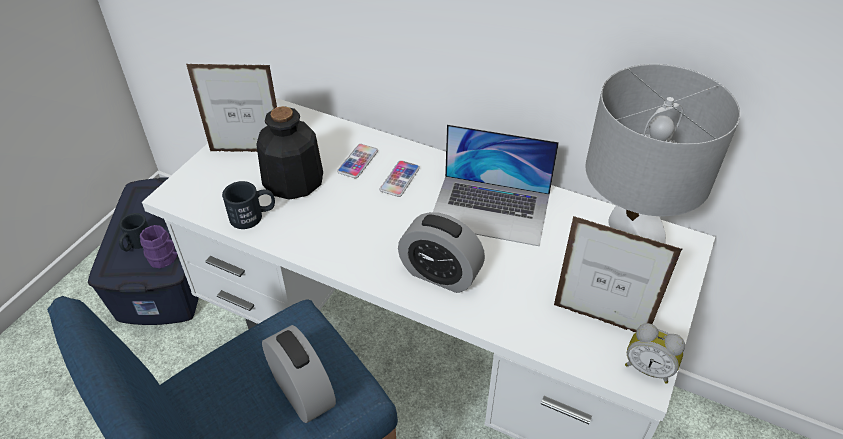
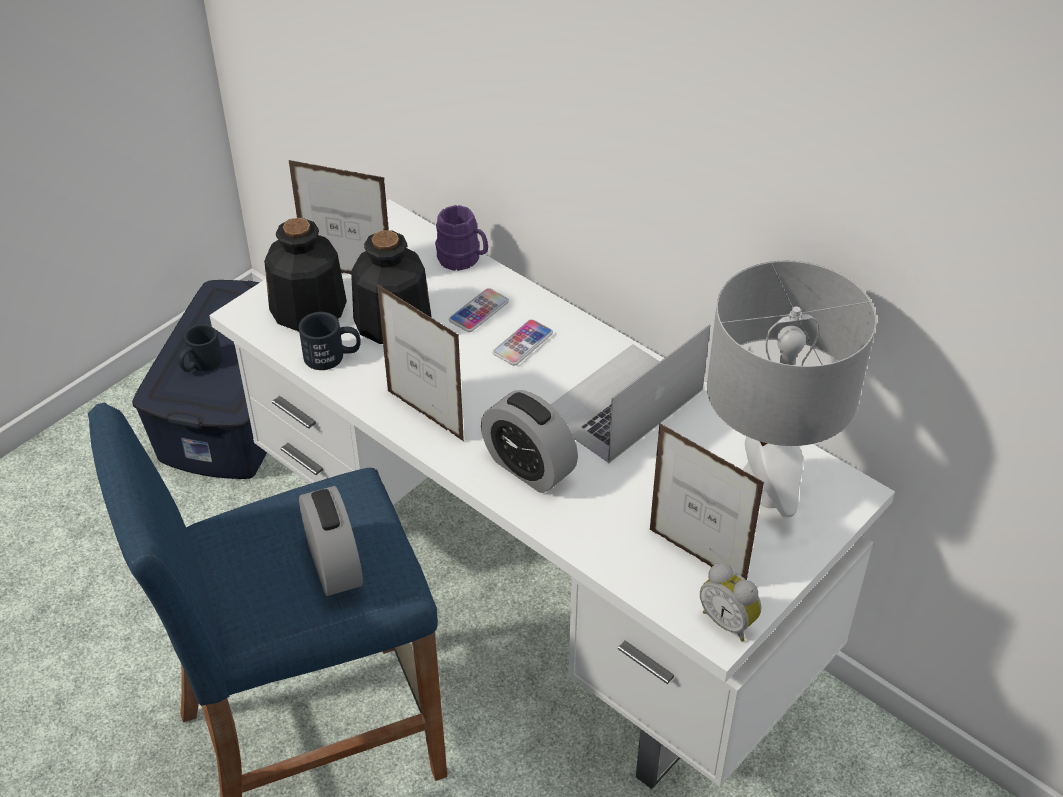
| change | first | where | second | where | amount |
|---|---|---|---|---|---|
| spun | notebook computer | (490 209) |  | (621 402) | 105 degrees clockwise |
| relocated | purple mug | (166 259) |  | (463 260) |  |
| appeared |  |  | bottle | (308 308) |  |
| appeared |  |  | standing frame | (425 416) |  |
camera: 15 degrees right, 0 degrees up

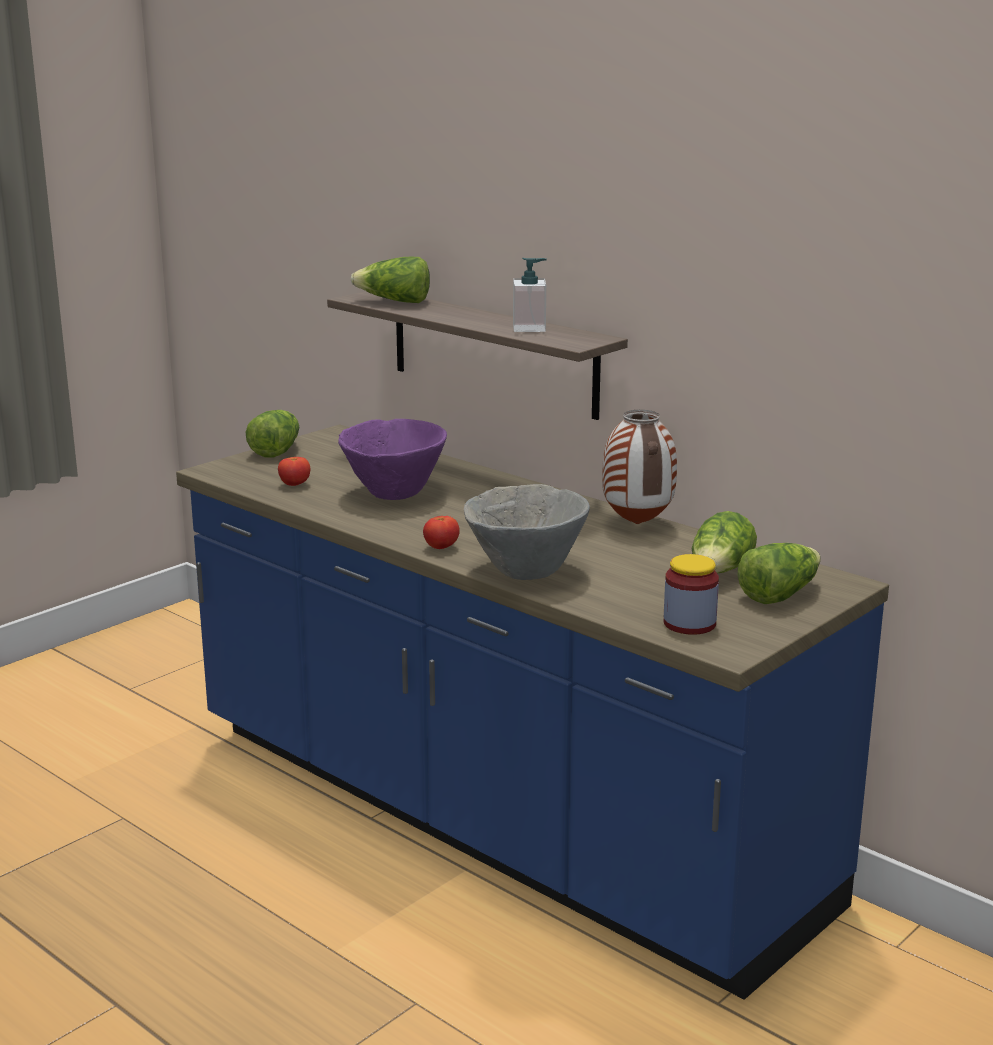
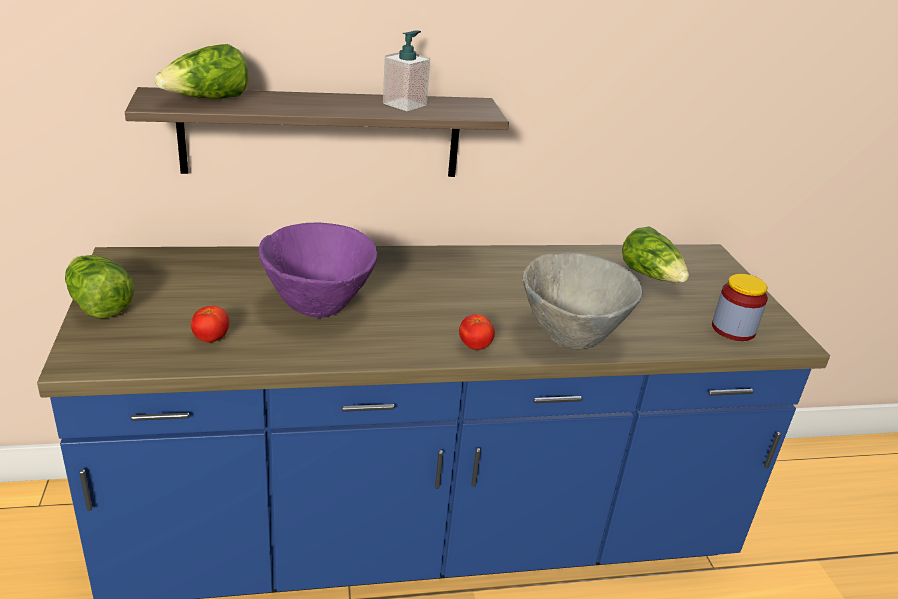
| change | first | where | second | where | amount |
|---|---|---|---|---|---|
| missing | flower vase | (636 524) |  |  |  |
| missing | lettuce head | (778 594) |  |  |  |
camera: 55 degrees left, 10 degrees up

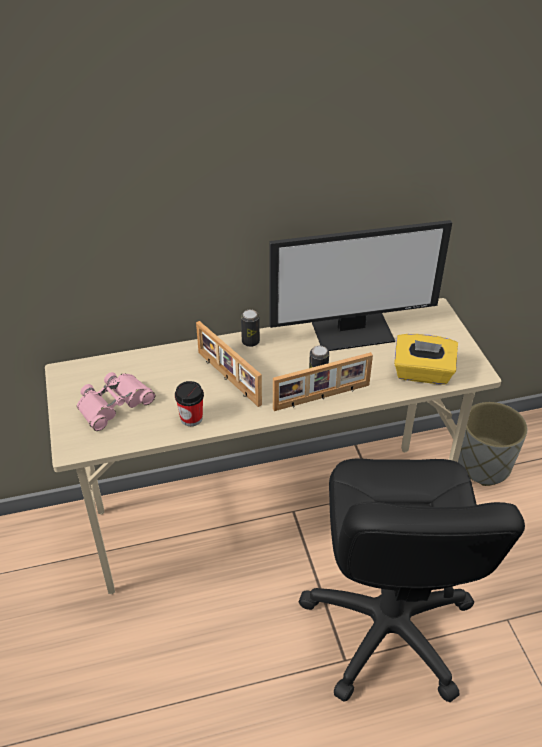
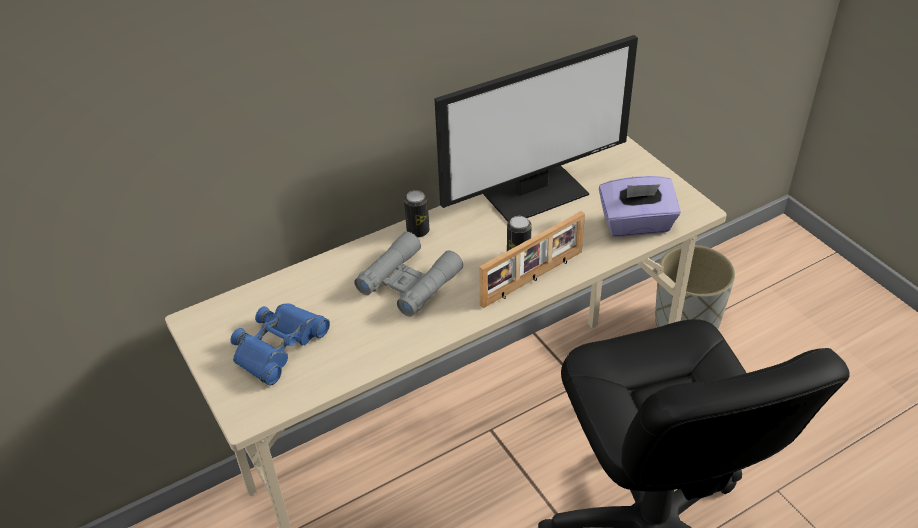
| change | first | where | second | where | amount |
|---|---|---|---|---|---|
| exchanged | standing frame | (227 378) | gray field glasses | (409 282) |  |
| colour | yellowish tissue box | (422 373) | purple tissue box | (636 224) |  |
| colour | pink-coloured field glasses | (114 404) | bluish field glasses | (278 347) |  |
| missing | small cup | (191 418) |  |  |  |
camera: 15 degrees left, 0 degrees up

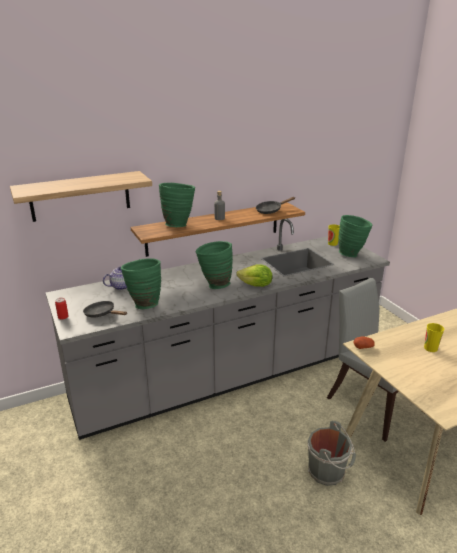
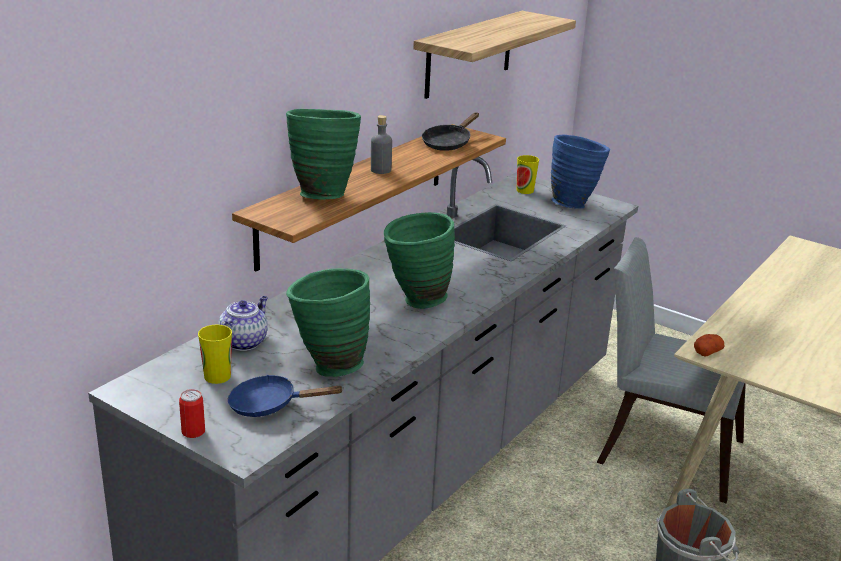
| change | first | where | second | where | amount |
|---|---|---|---|---|---|
| relocated | shelf | (80 196) |  | (469 53) |  |
| colour | green flower vase | (352 254) | bluish flower vase | (574 204) |  |
| missing | lettuce head | (256 285) |  |  |  |
| colour | blackish skillet | (102 314) | bluish skillet | (270 405) |  |
| relocated | small cup | (430 348) |  | (217 376) |  |
camera: 30 degrees left, 0 degrees up

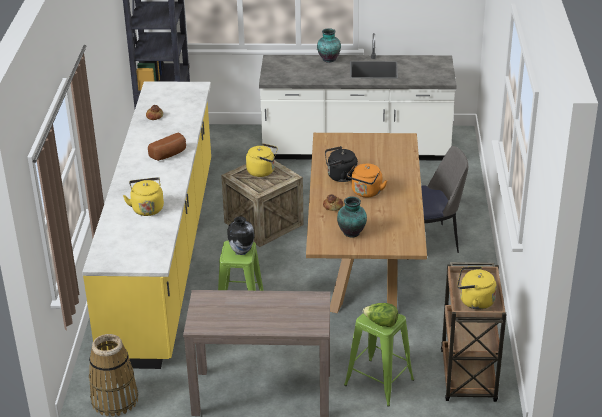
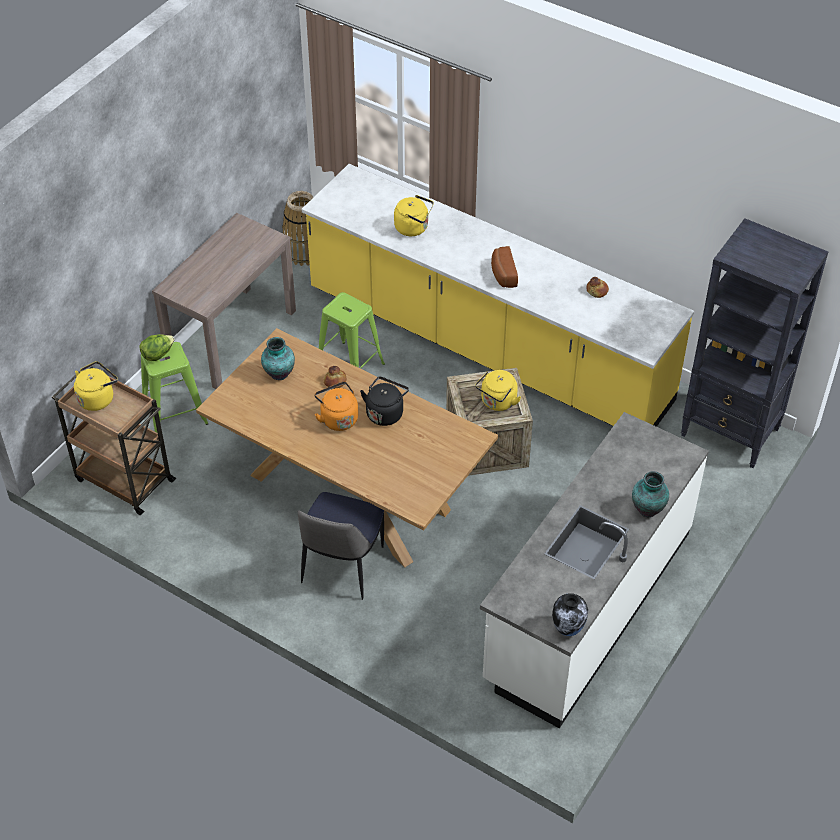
| change | first | where | second | where | amount |
|---|---|---|---|---|---|
| relocated | flower vase | (241 251) |  | (568 629) |  |
camera: 120 degrees right, 15 degrees up

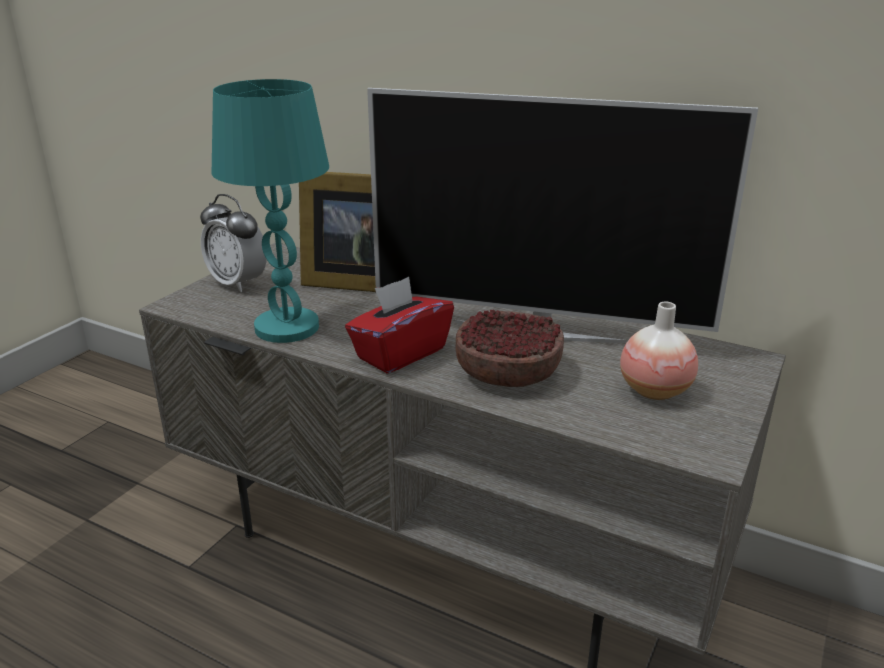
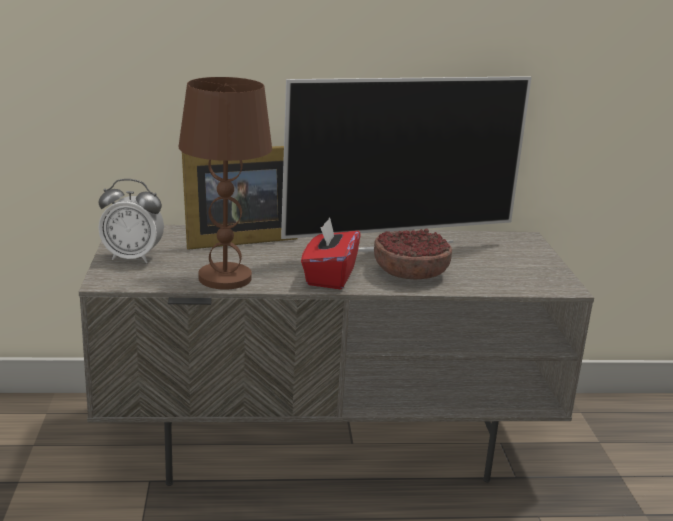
| change | first | where | second | where | amount |
|---|---|---|---|---|---|
| colour | turquoise-coloured tabletop lamp | (286 327) | brownish tabletop lamp | (224 278) |  |
| missing | flower vase | (654 390) |  |  |  |
camera: 35 degrees left, 5 degrees down

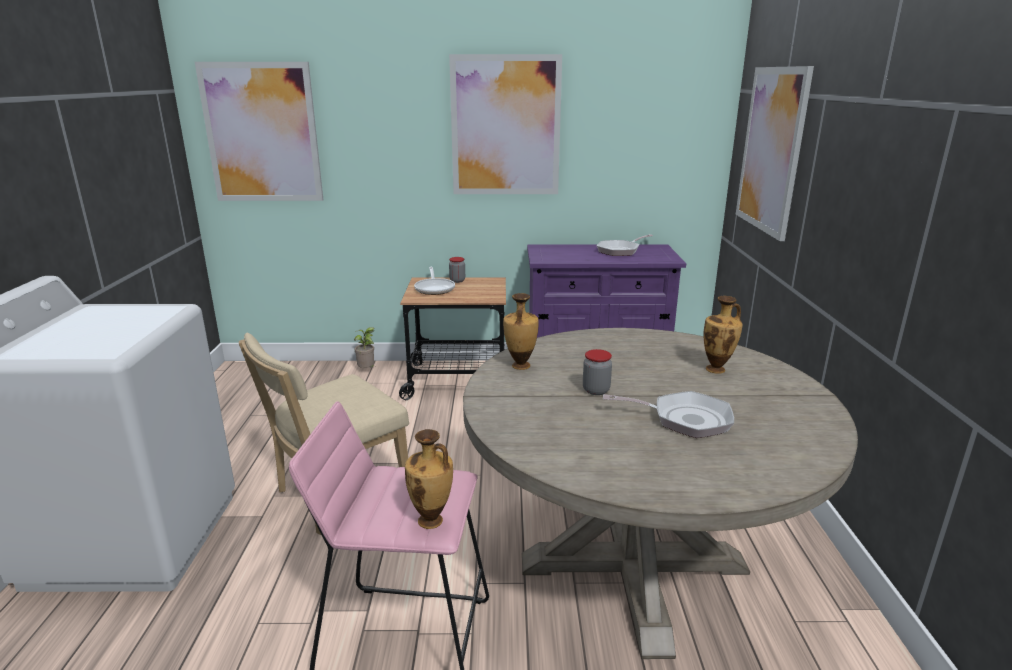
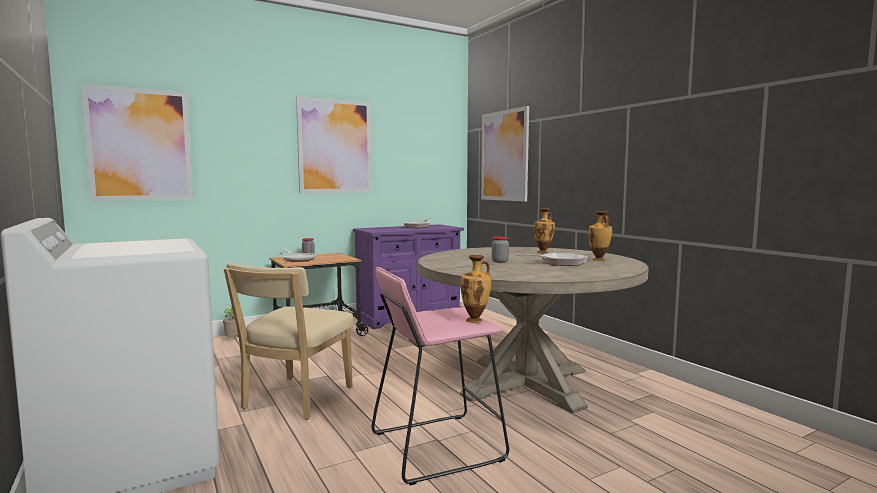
| change | first | where | second | where | amount |
|---|---|---|---|---|---|
| relocated | flower vase | (520 366) |  | (599 260) |  |
camera: 30 degrees left, 15 degrees down

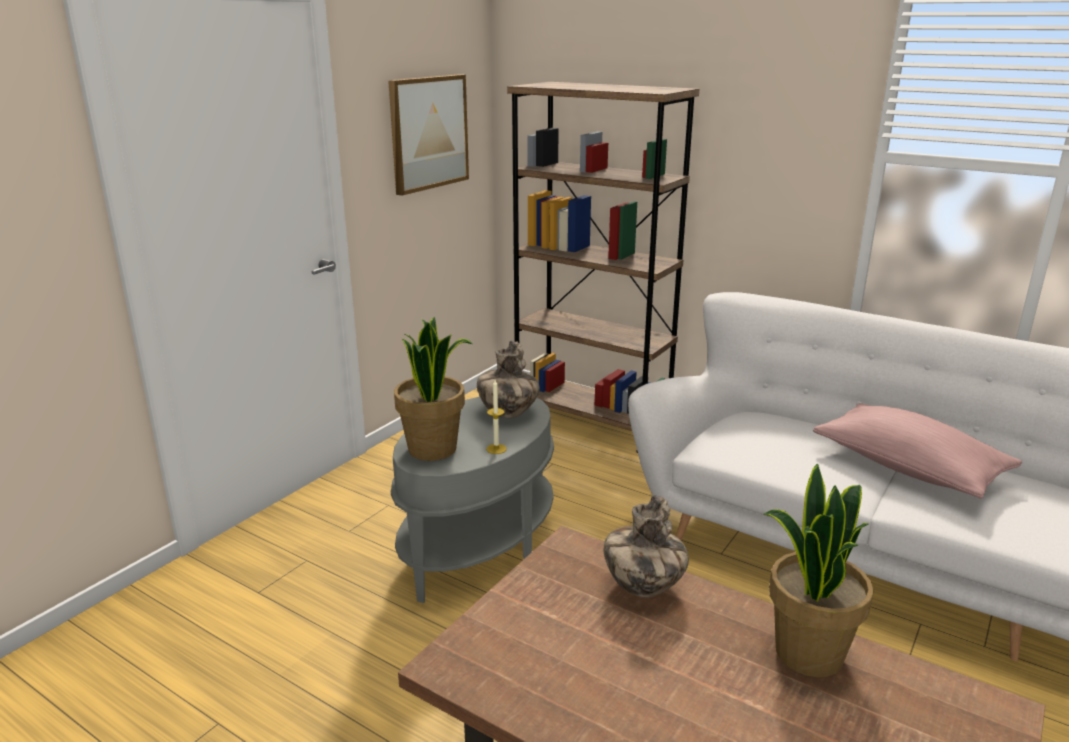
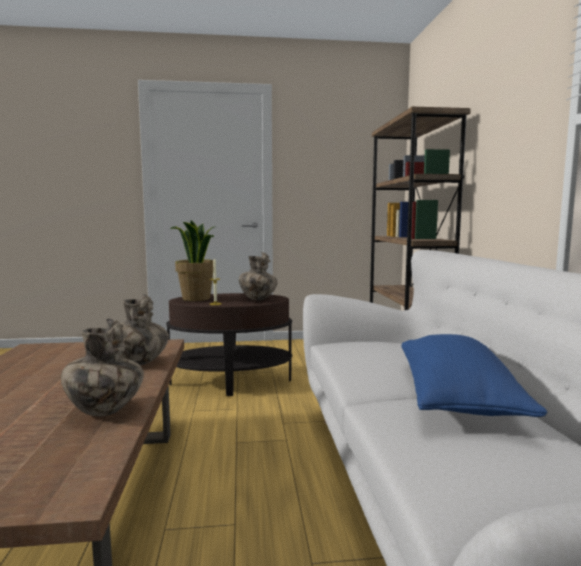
| change | first | where | second | where | amount |
|---|---|---|---|---|---|
| missing | wall art | (428 133) |  |  |  |
| colour | gray accent table | (479 549) | brownish accent table | (231 381) |  |
| colour | pink-coloured pillow | (909 468) | bluish pillow | (457 398) |  |
| exchanged | houseplant | (807 652) | flower vase | (104 411) |  |
camera: 50 degrees right, 15 degrees down

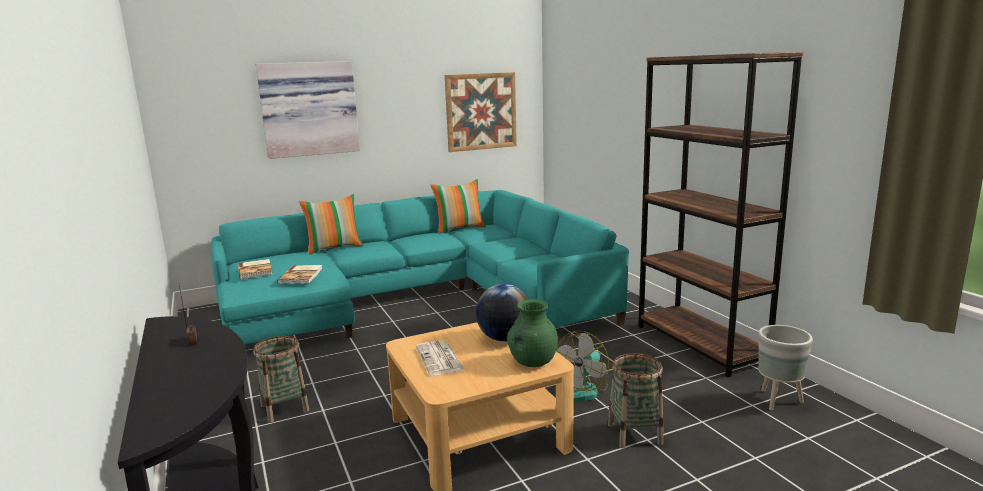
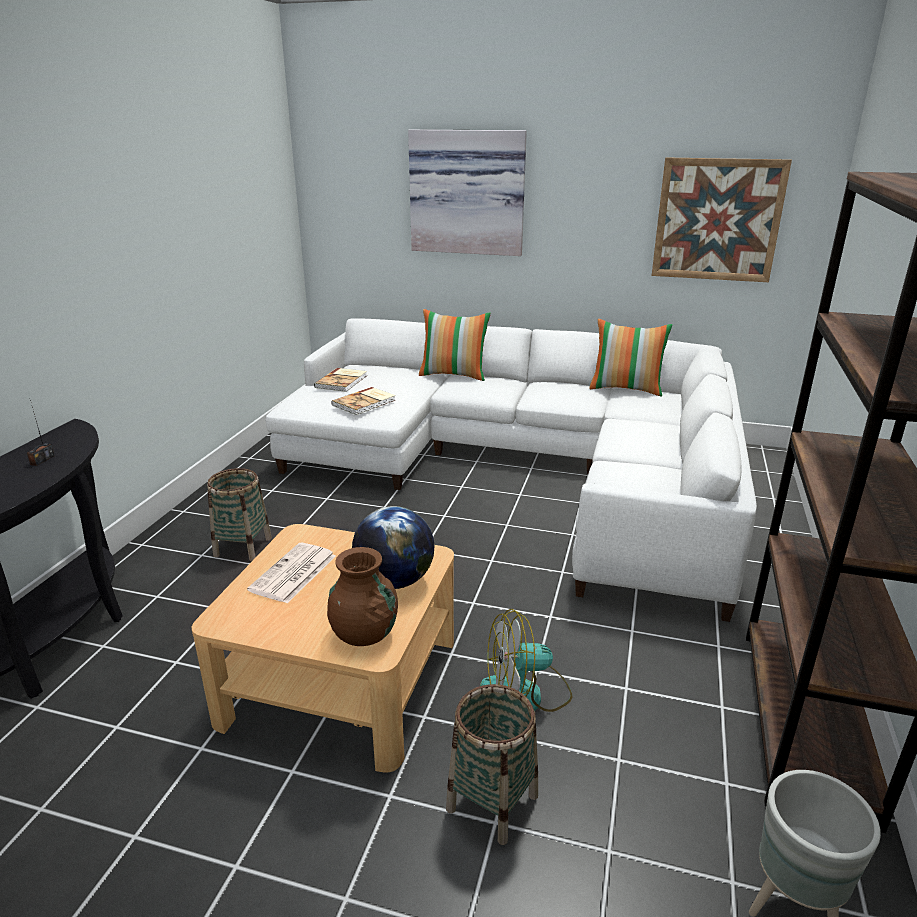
| change | first | where | second | where | amount |
|---|---|---|---|---|---|
| colour | turquoise-coloured settee | (417 300) | white-coloured settee | (523 468) |  |
| colour | green flower vase | (533 361) | brownish flower vase | (364 633) |  |
camera: 40 degrees right, 10 degrees up

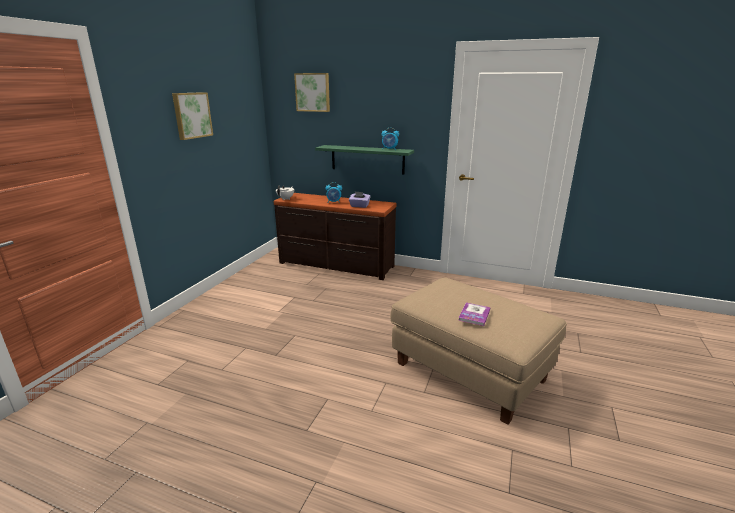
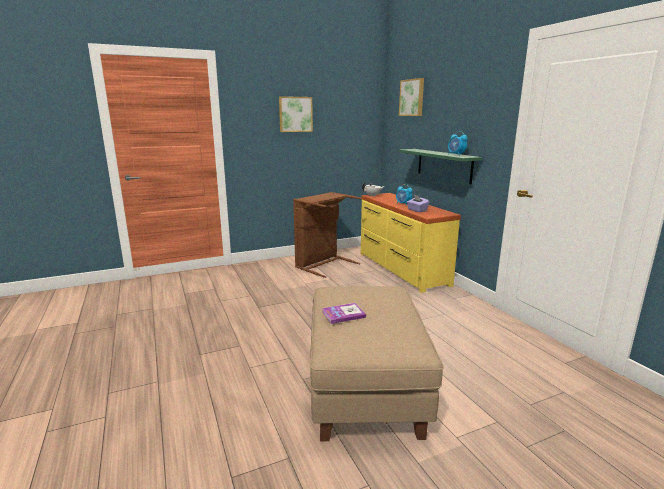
| change | first | where | second | where | amount |
|---|---|---|---|---|---|
| colour | brownish dresser | (335 265) | yellowish dresser | (401 268) |  |
| appeared |  |  | brownish washing basket | (323 264) |  |
camera: 45 degrees right, 5 degrees down

